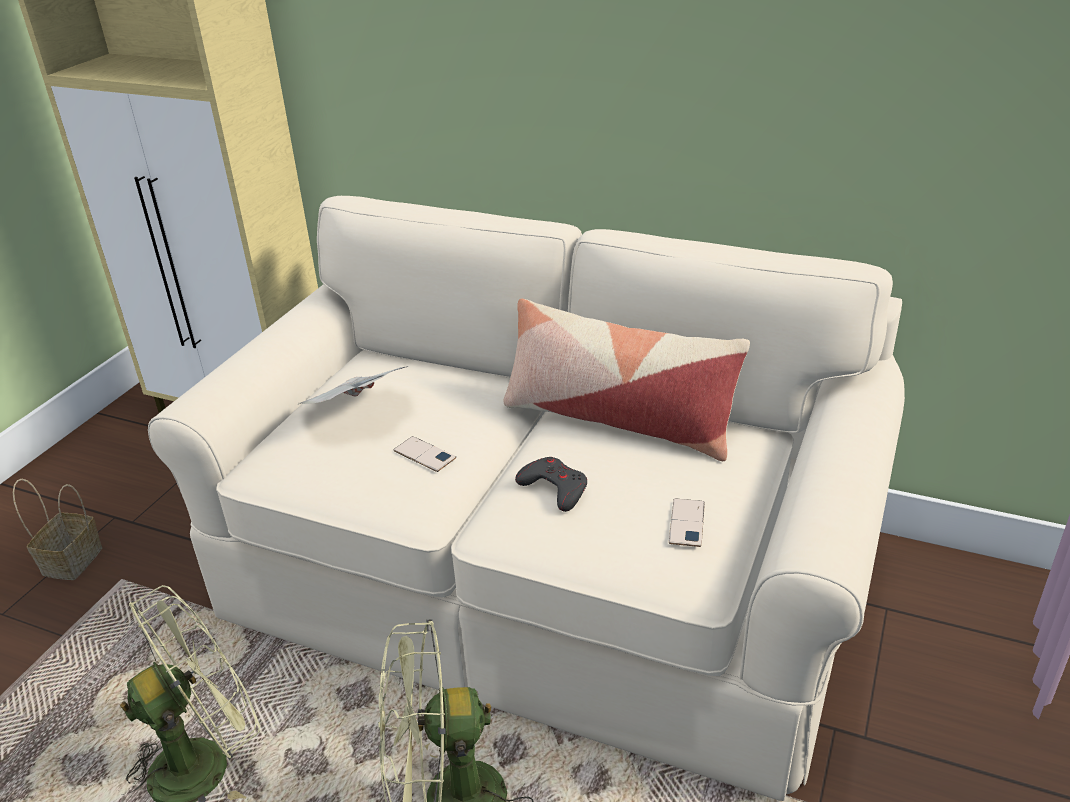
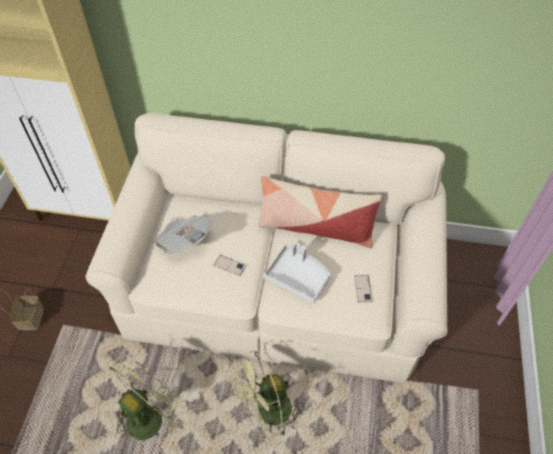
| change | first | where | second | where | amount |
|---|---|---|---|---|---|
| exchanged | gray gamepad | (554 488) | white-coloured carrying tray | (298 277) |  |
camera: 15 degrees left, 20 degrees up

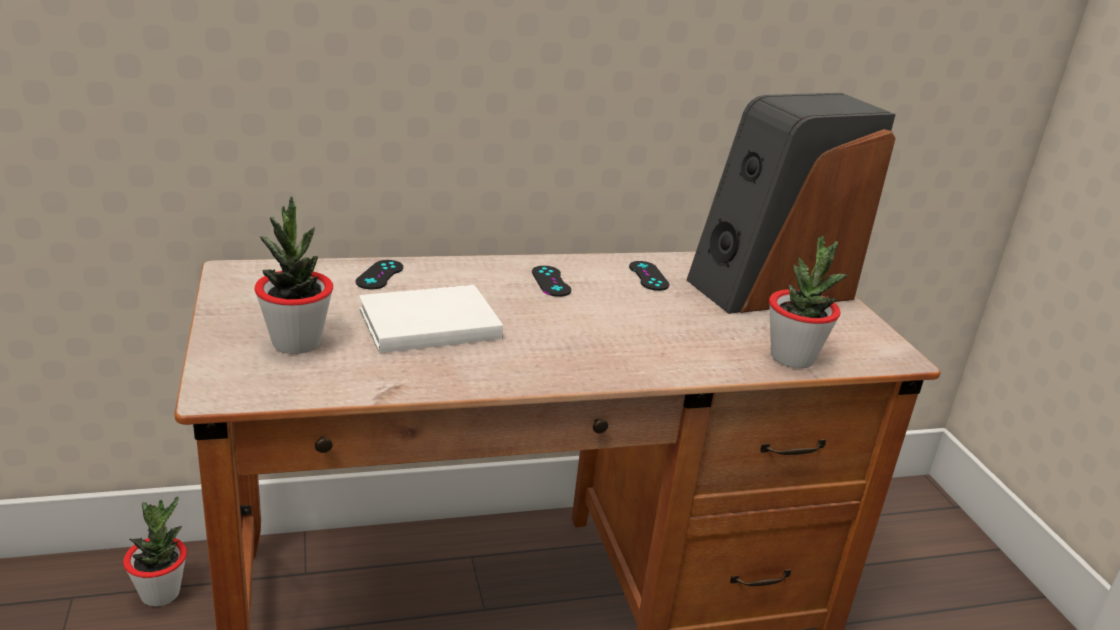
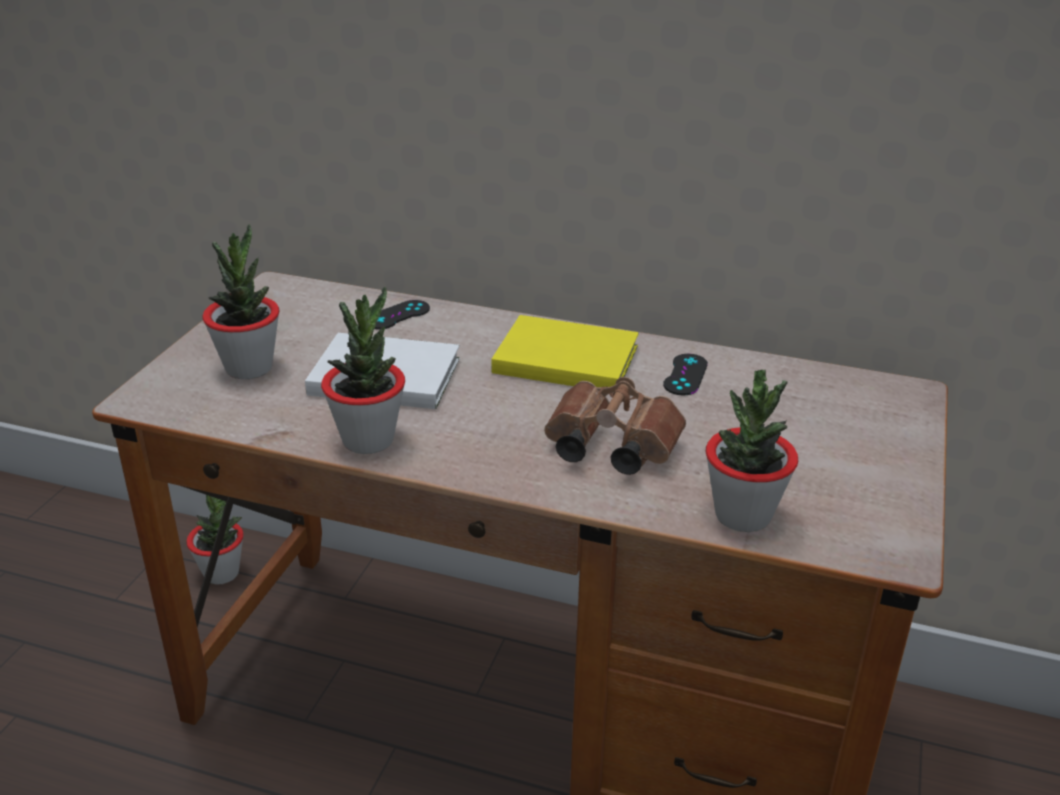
| change | first | where | second | where | amount |
|---|---|---|---|---|---|
| missing | loudspeaker | (769 288) |  |  |  |
| exchanged | blackish gamepad | (551 281) | yellowish volume | (563 358) |  |
| appeared |  |  | houseplant | (368 440) |  |
| appeared |  |  | brownish field glasses | (607 448) |  |
camera: 35 degrees right, 5 degrees up

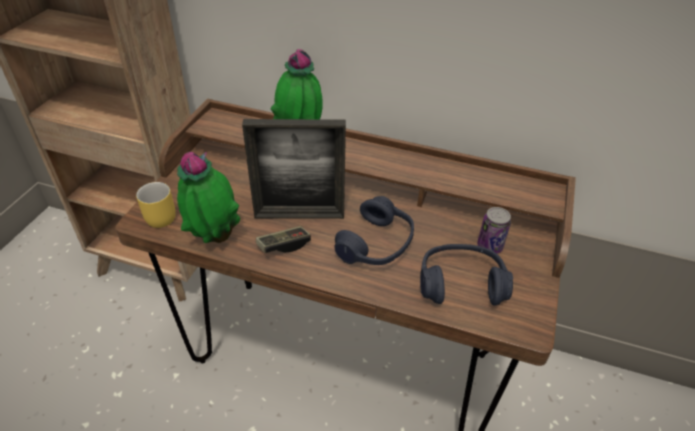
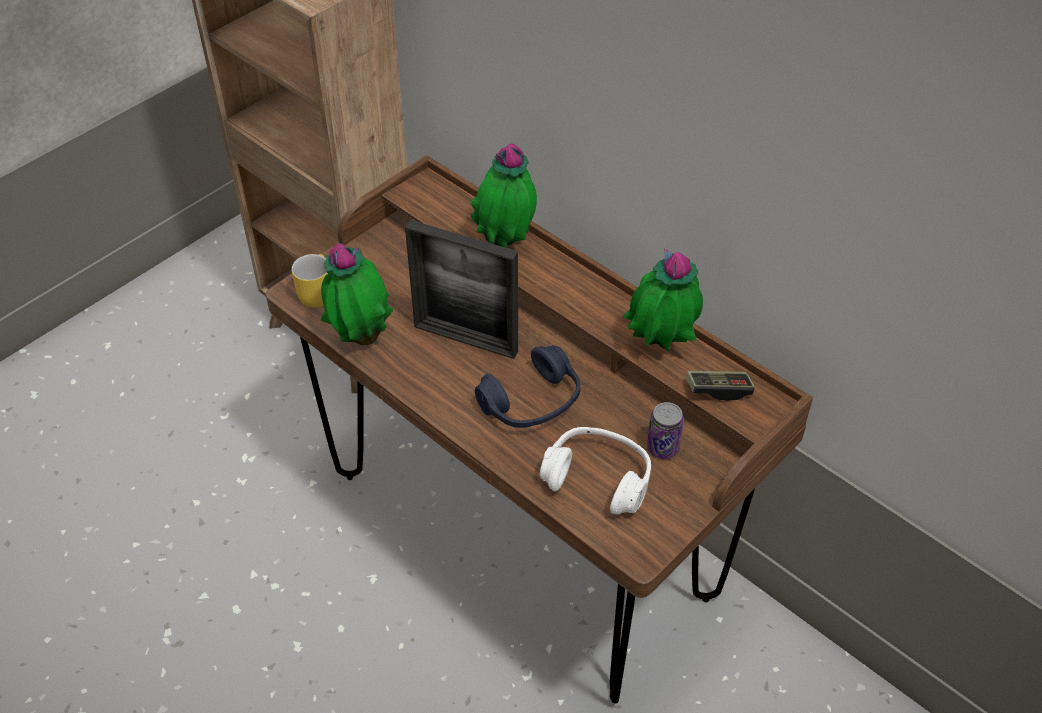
| change | first | where | second | where | amount |
|---|---|---|---|---|---|
| relocated | gamepad | (284 245) |  | (718 390) |  |
| colour | bluish pair of headphones | (461 283) | white-coloured pair of headphones | (598 478) |  |
| appeared |  |  | houseplant | (659 347) |  |
camera: 25 degrees right, 5 degrees up

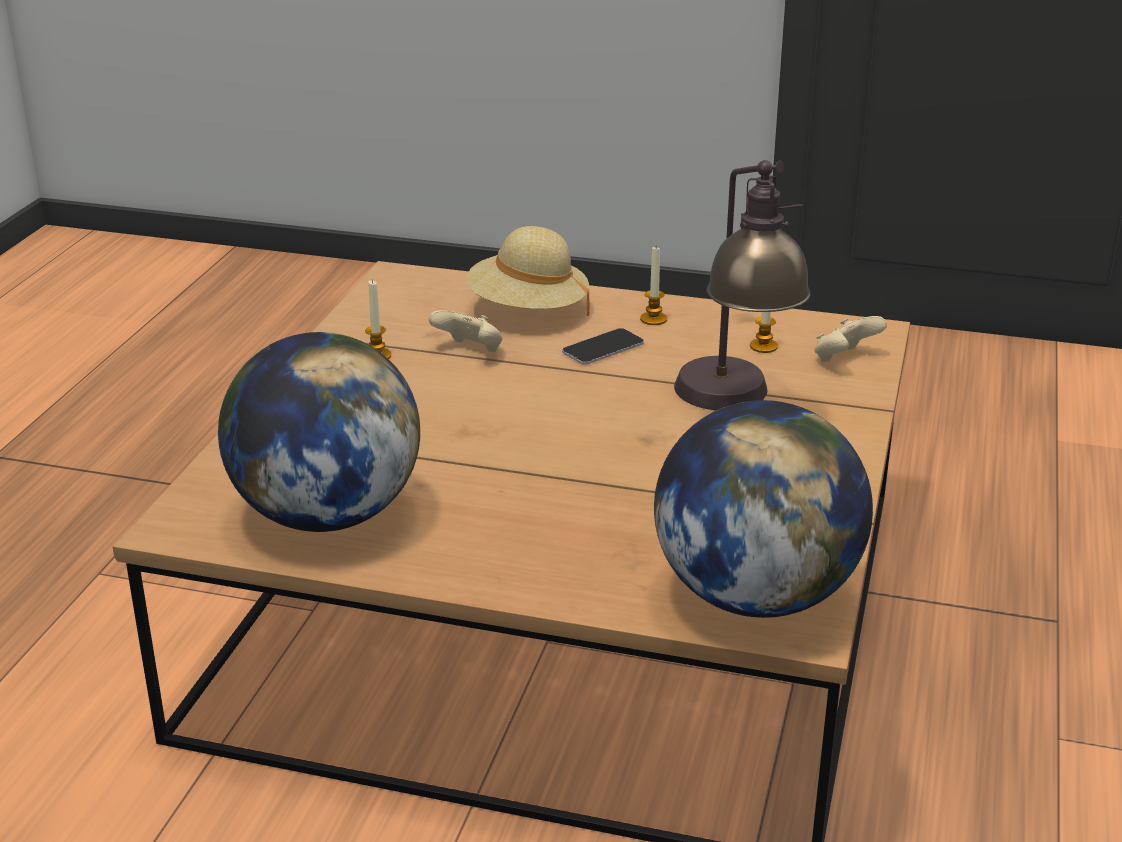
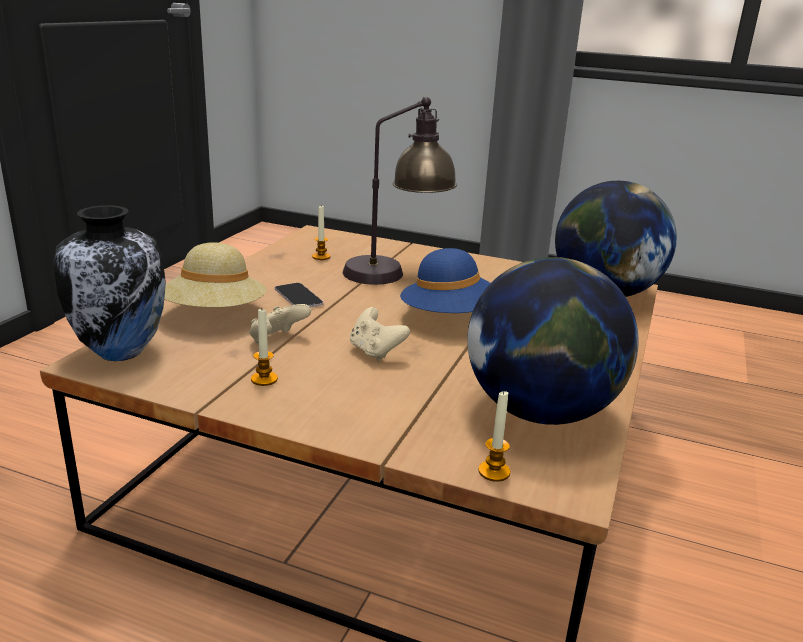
| change | first | where | second | where | amount |
|---|---|---|---|---|---|
| relocated | candle | (653 319) |  | (494 472) |  |
| relocated | sand-coloured gamepad | (844 359) |  | (375 352) |  |
| appeared |  |  | flower vase | (122 352) |  |
| appeared |  |  | bluish hat | (449 317) |  |
camera: 85 degrees left, 5 degrees down

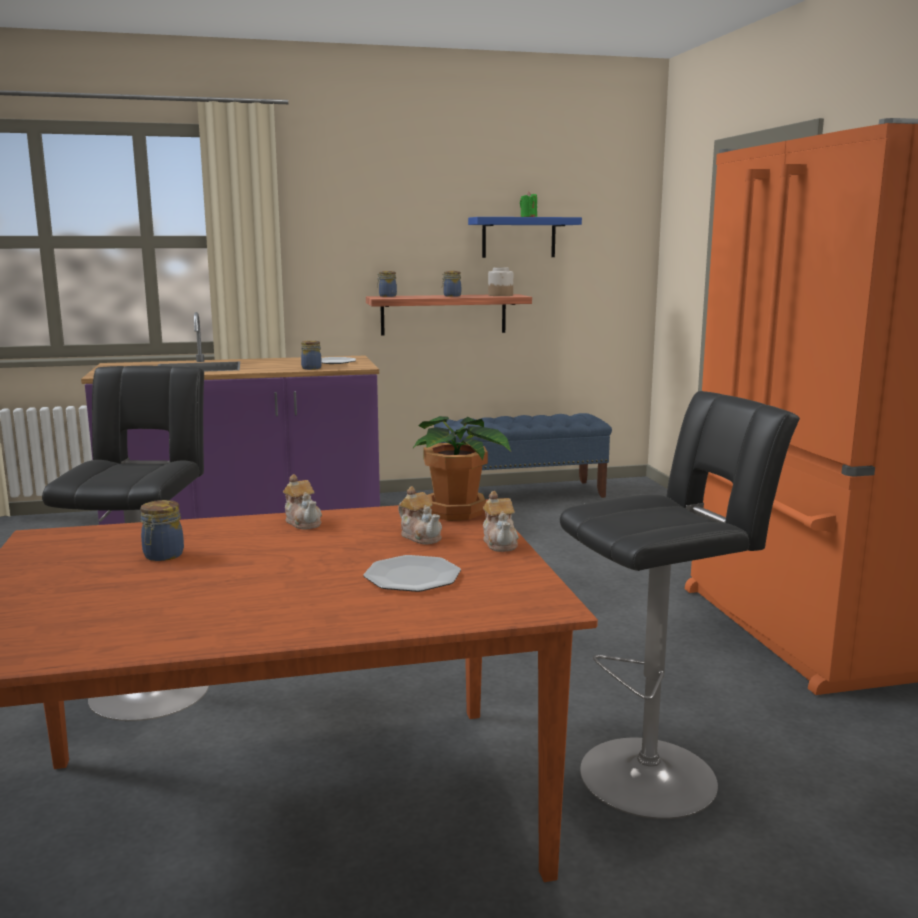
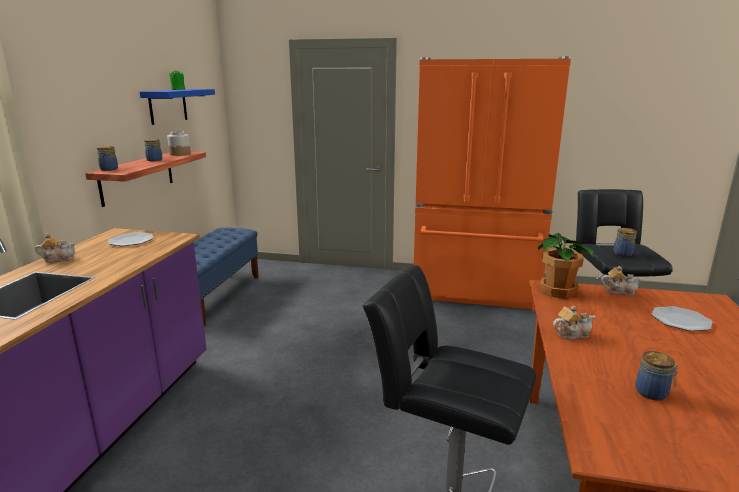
| change | first | where | second | where | amount |
|---|---|---|---|---|---|
| relocated | jar | (310 368) |  | (622 253) |  |
| relocated | teapot | (421 536) |  | (59 259) |  |
camera: 65 degrees left, 5 degrees up

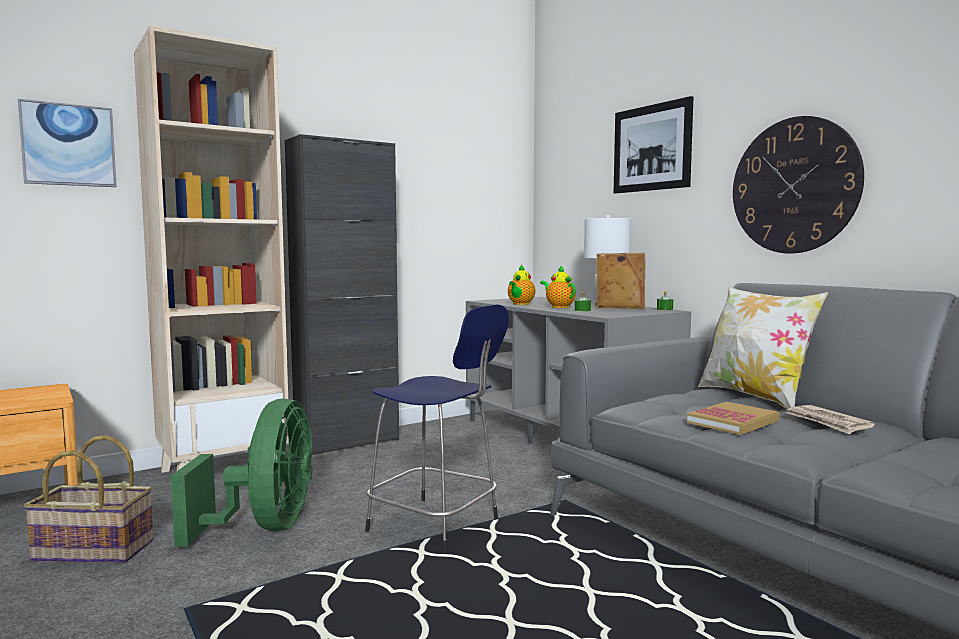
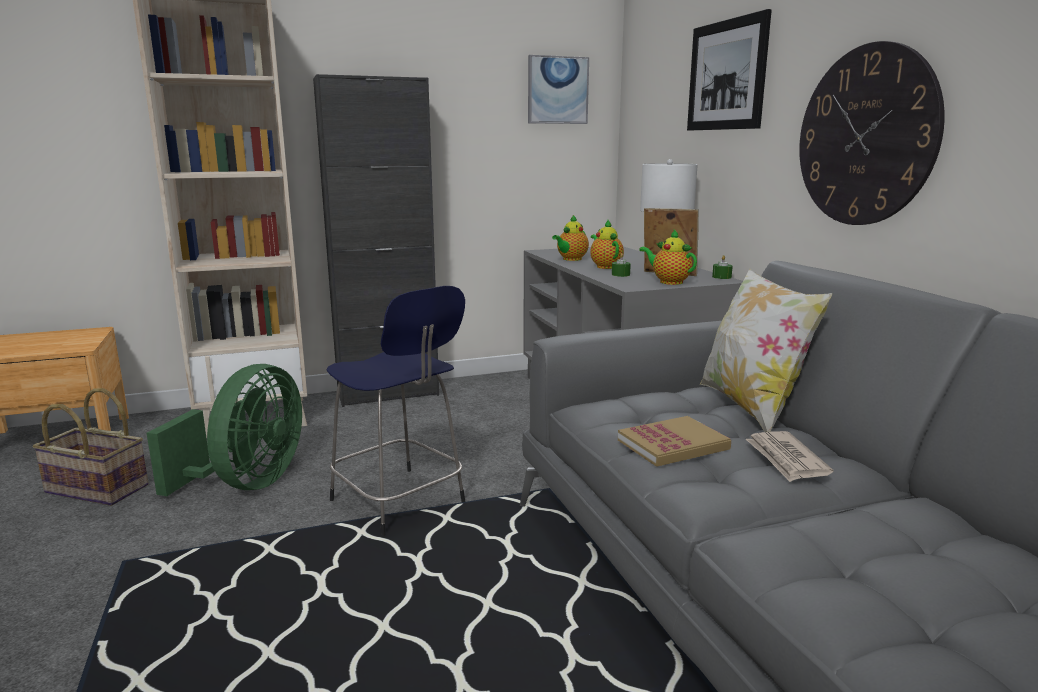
| change | first | where | second | where | amount |
|---|---|---|---|---|---|
| relocated | wall art | (68 145) |  | (557 90) |  |
| appeared |  |  | teapot | (668 282) |  |
camera: 15 degrees right, 10 degrees up

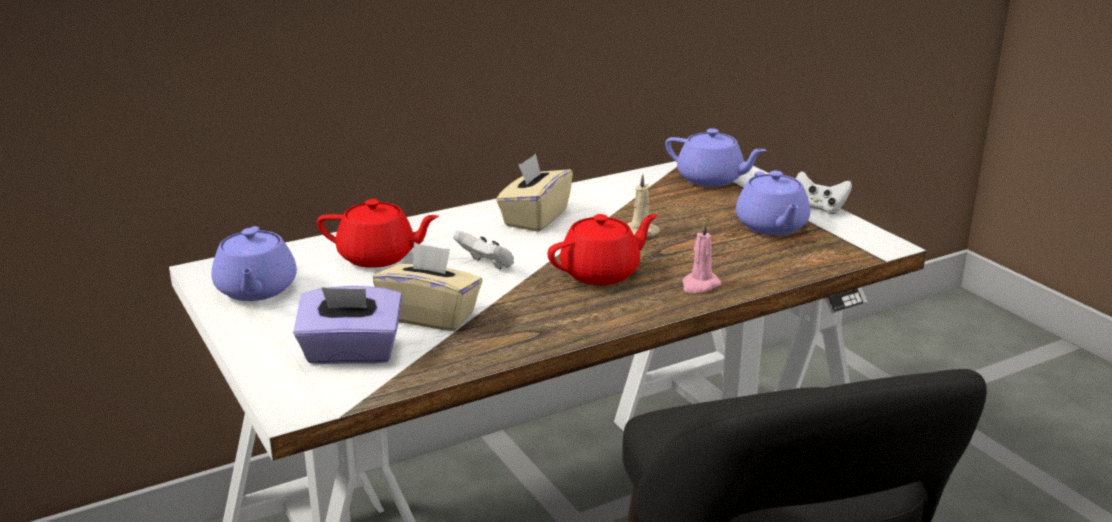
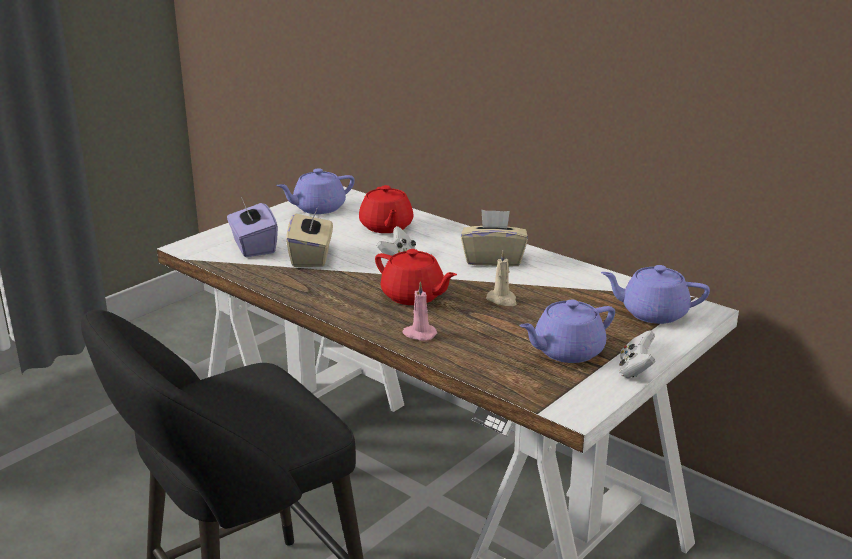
| change | first | where | second | where | amount |
|---|---|---|---|---|---|
| spun | purple teapot | (711 179) |  | (652 313) | 90 degrees clockwise |
camera: 70 degrees right, 0 degrees up

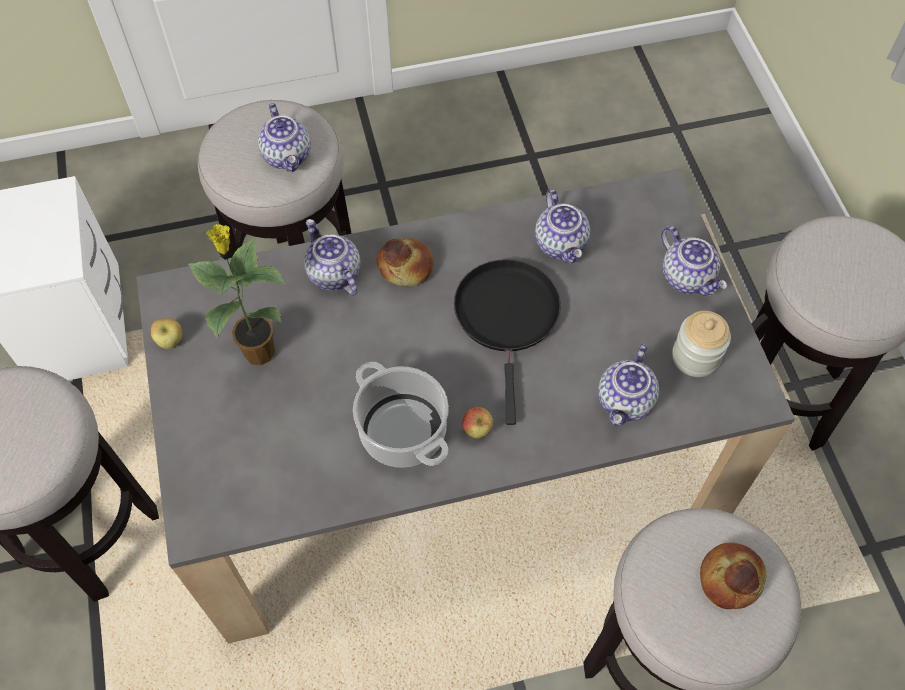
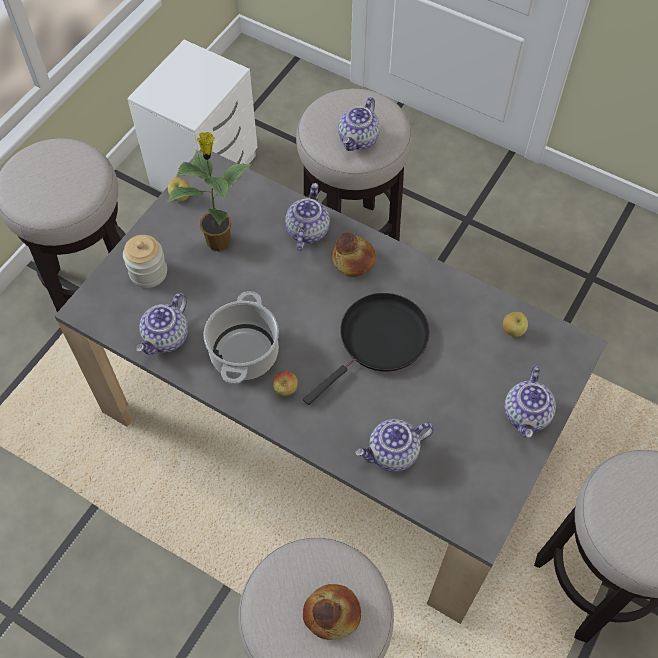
| change | first | where | second | where | amount |
|---|---|---|---|---|---|
| relocated | teapot | (561 244) |  | (166 338) |  |
| relocated | jar | (695 357) |  | (148 272) |  |
| appeared |  |  | apple | (513 331) |  |
camera: 45 degrees right, 0 degrees up

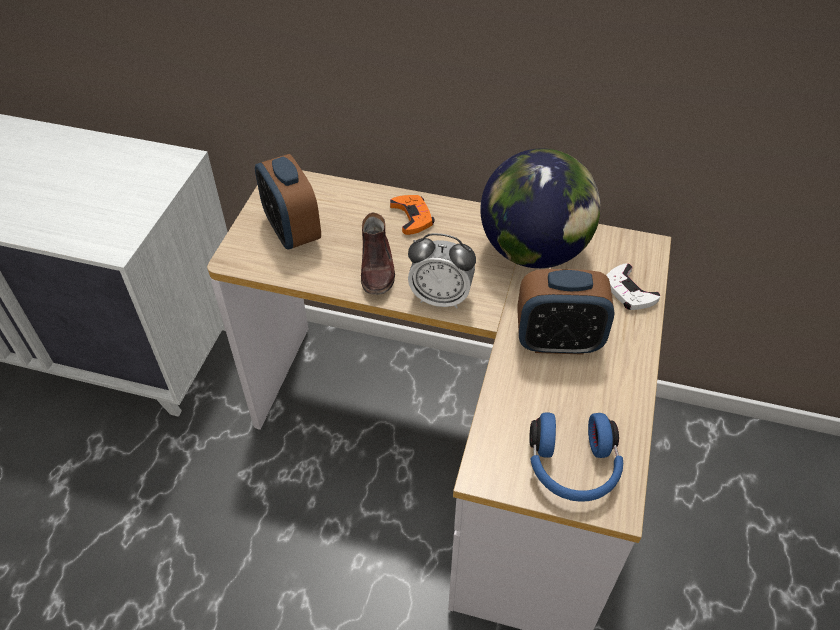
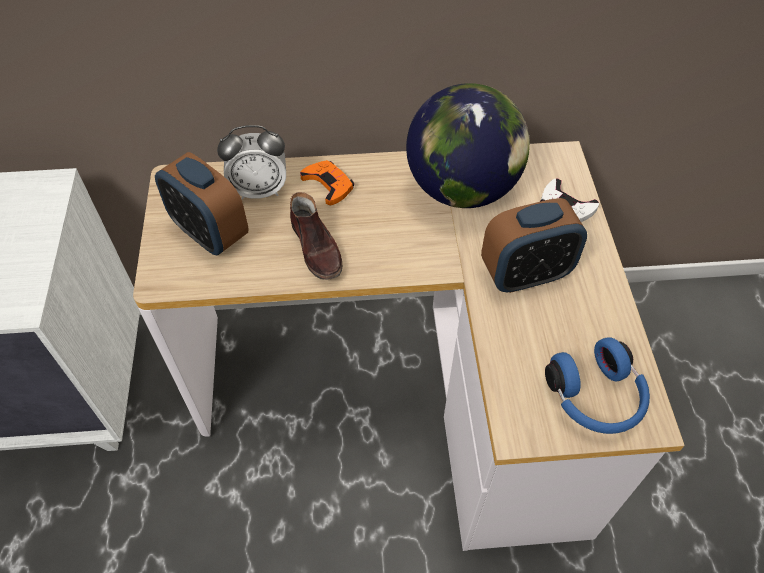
| change | first | where | second | where | amount |
|---|---|---|---|---|---|
| relocated | bedside clock | (440 297) |  | (259 190) |  |
camera: 20 degrees left, 5 degrees up

